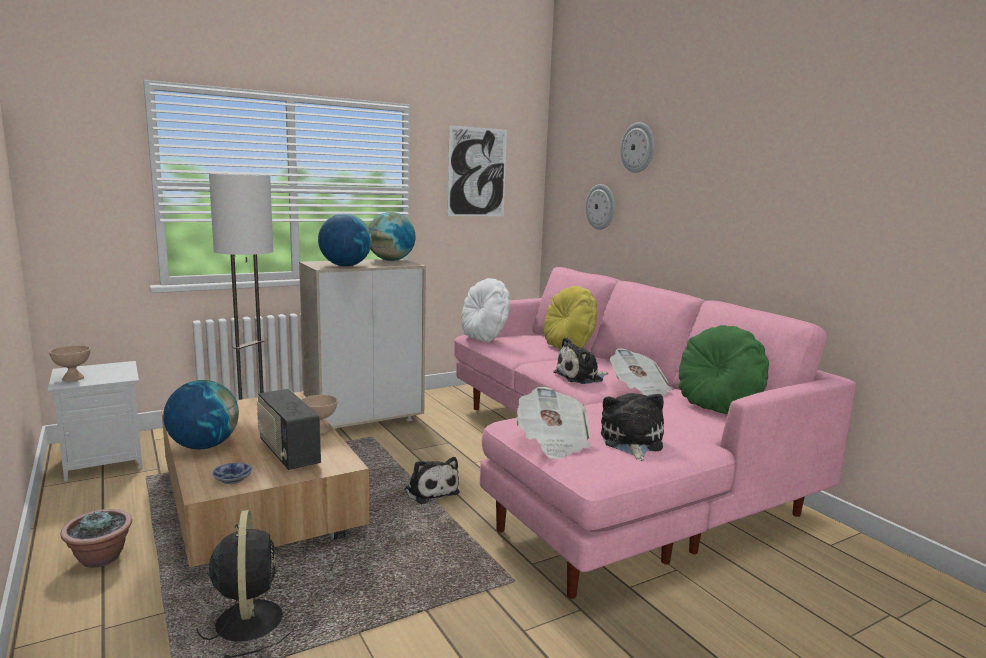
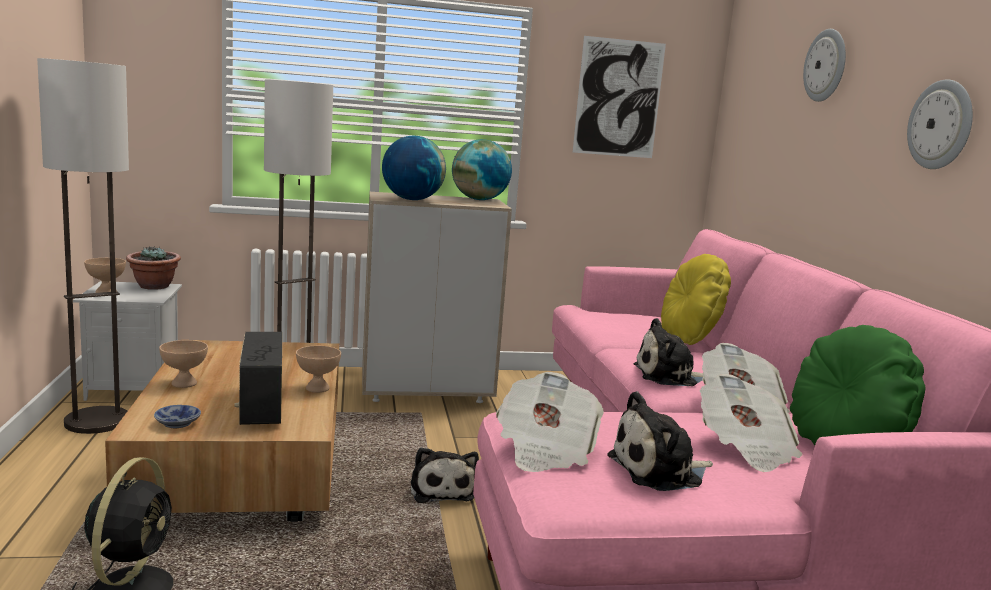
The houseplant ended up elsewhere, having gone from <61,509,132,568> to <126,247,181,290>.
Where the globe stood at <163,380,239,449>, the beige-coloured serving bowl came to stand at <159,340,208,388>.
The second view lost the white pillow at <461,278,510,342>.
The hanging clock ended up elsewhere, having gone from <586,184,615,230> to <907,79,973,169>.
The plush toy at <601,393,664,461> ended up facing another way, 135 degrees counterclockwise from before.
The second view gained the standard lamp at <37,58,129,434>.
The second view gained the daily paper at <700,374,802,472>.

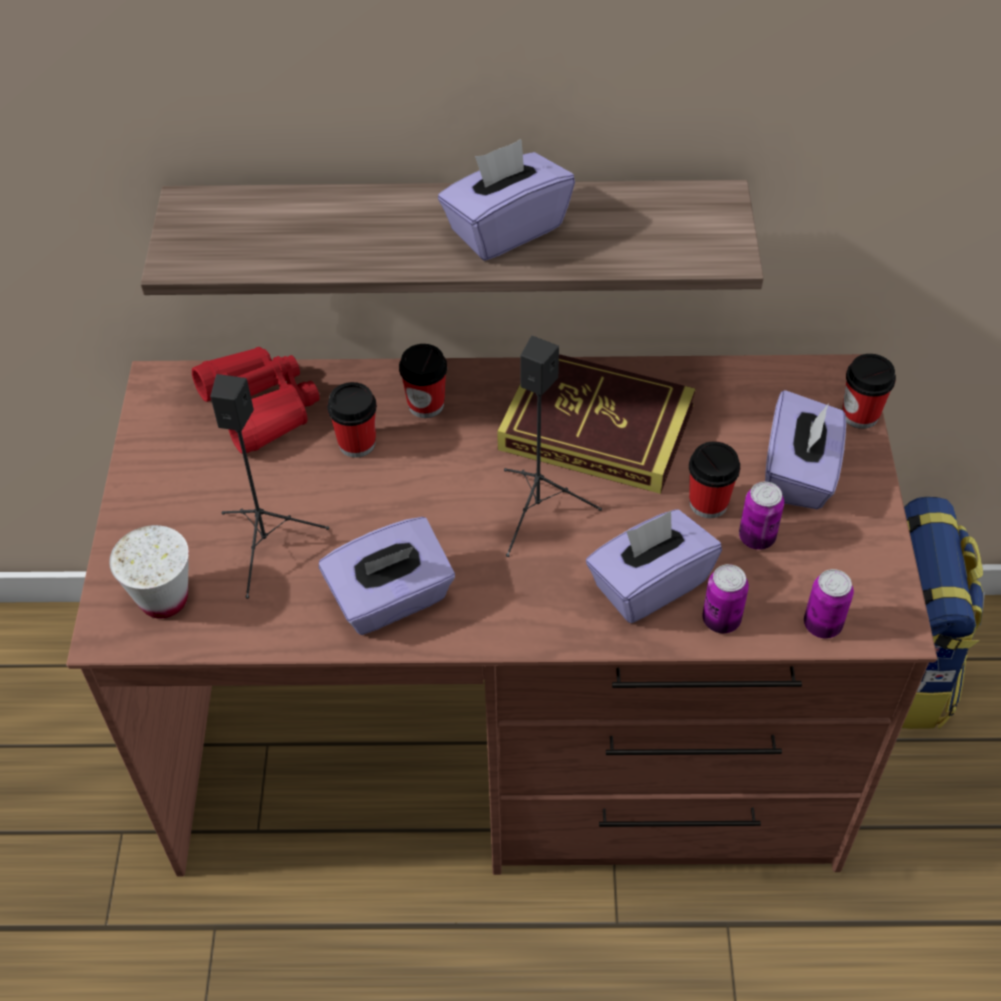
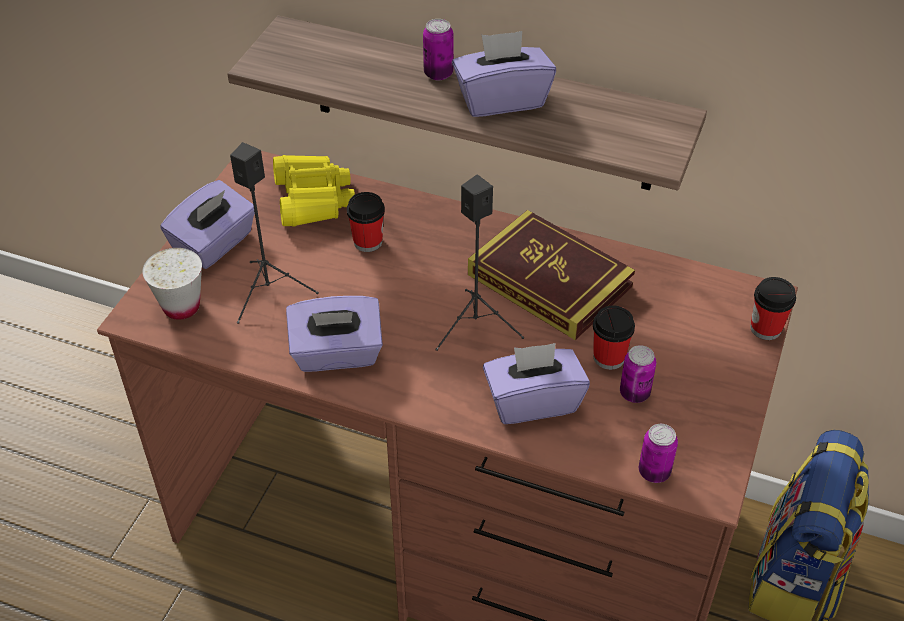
What was the reddish binoculars at <192,347,320,454> turned into the yellow-coloured binoculars at <273,155,355,227>.
The second view lost the drinking cup at <399,344,447,418>.
The can ended up elsewhere, having gone from <702,564,749,633> to <423,19,453,80>.
The purple-coloured box of tissues ended up elsewhere, having gone from <765,390,846,509> to <160,180,255,269>.

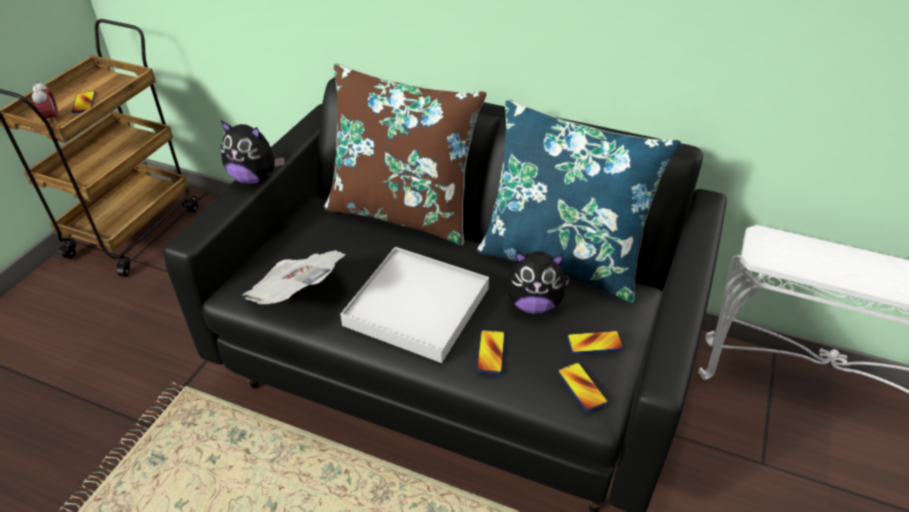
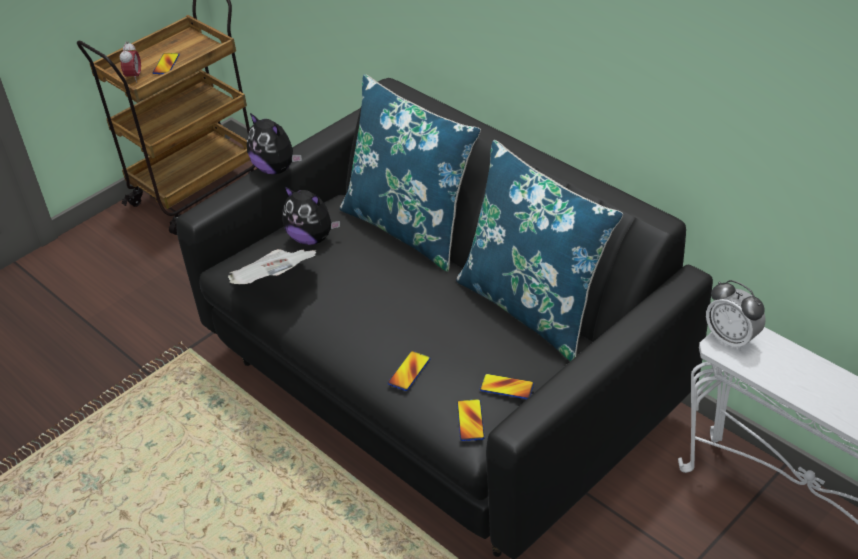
What was the brownish pillow at <324,63,487,246> turned into the bluish pillow at <340,74,481,272>.
The second view lost the white carrying tray at <340,247,489,363>.
The plush toy ended up elsewhere, having gone from <506,251,570,314> to <283,186,340,245>.
The second view gained the bedside clock at <706,280,766,352>.

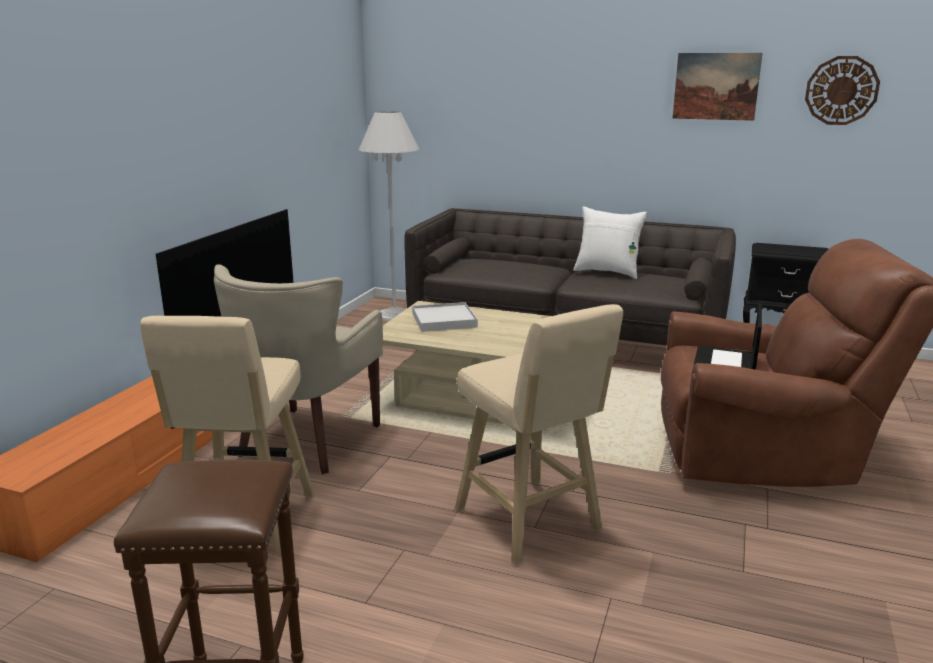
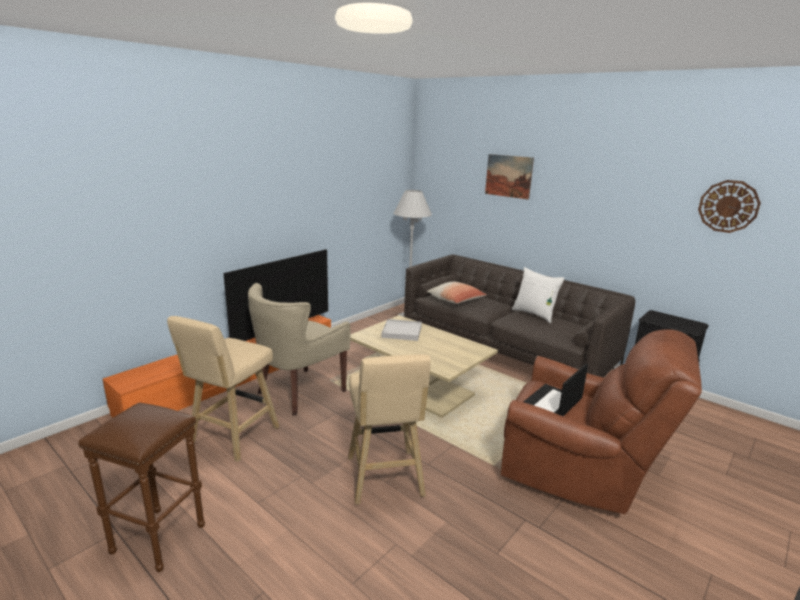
The wall art ended up elsewhere, having gone from <673,53,763,121> to <485,154,534,200>.
The second view gained the pillow at <427,282,487,304>.

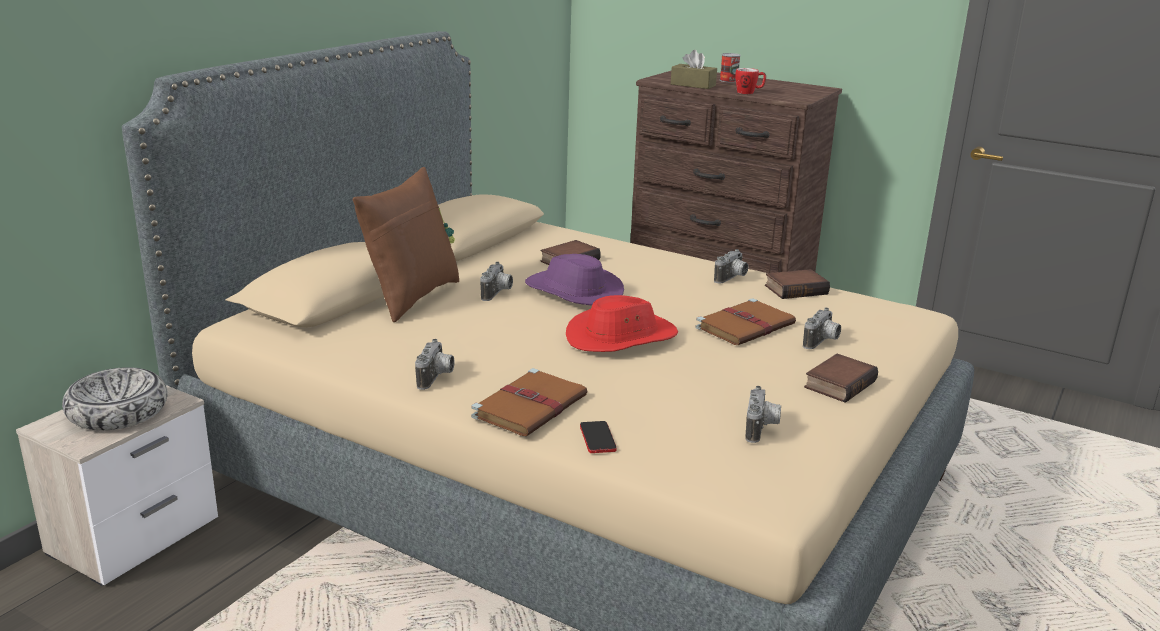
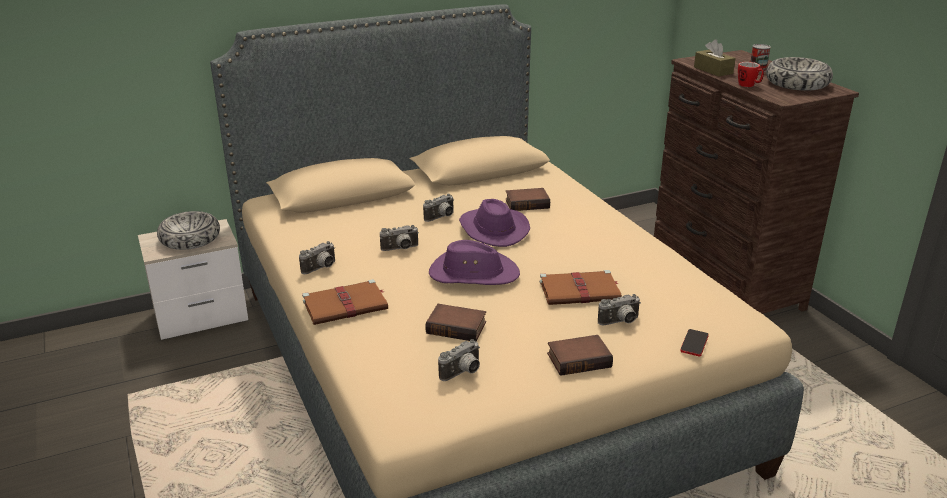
The second view lost the brownish pillow at <352,167,459,322>.
What was the reddish clothing hat at <566,295,678,352> turned into the purple-coloured clothing hat at <429,240,520,285>.
The handset ended up elsewhere, having gone from <580,421,617,453> to <680,329,709,357>.
The still camera ended up elsewhere, having gone from <714,249,748,284> to <380,225,419,251>.
The book ended up elsewhere, having gone from <765,269,830,299> to <425,304,486,341>.
The second view gained the serving bowl at <766,57,833,91>.

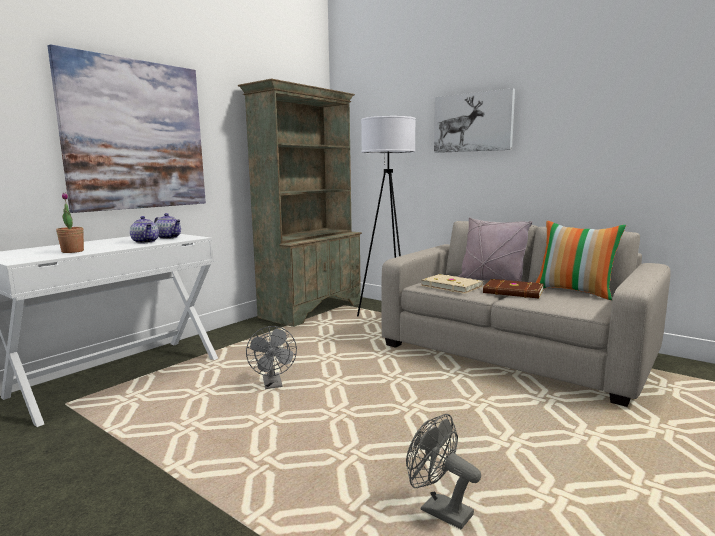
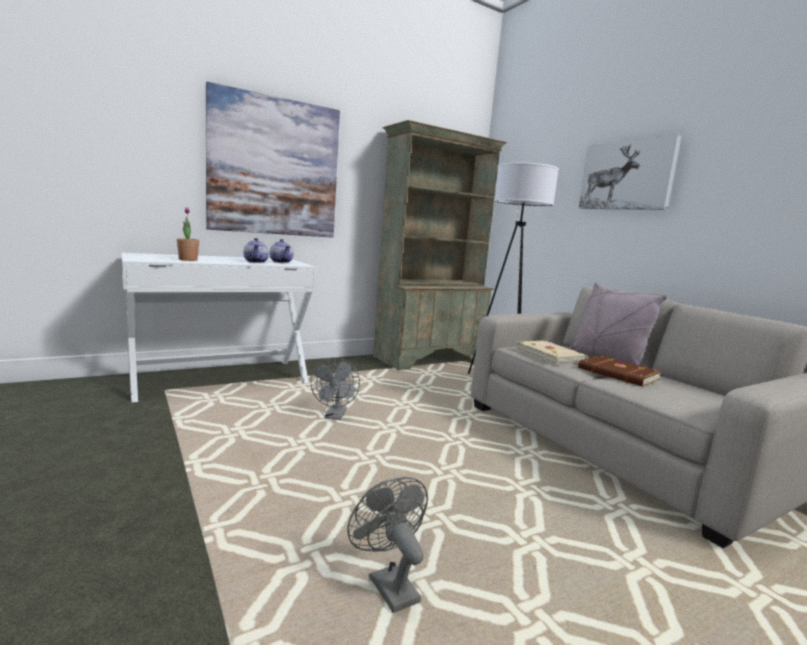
The second view lost the pillow at <535,221,626,300>.

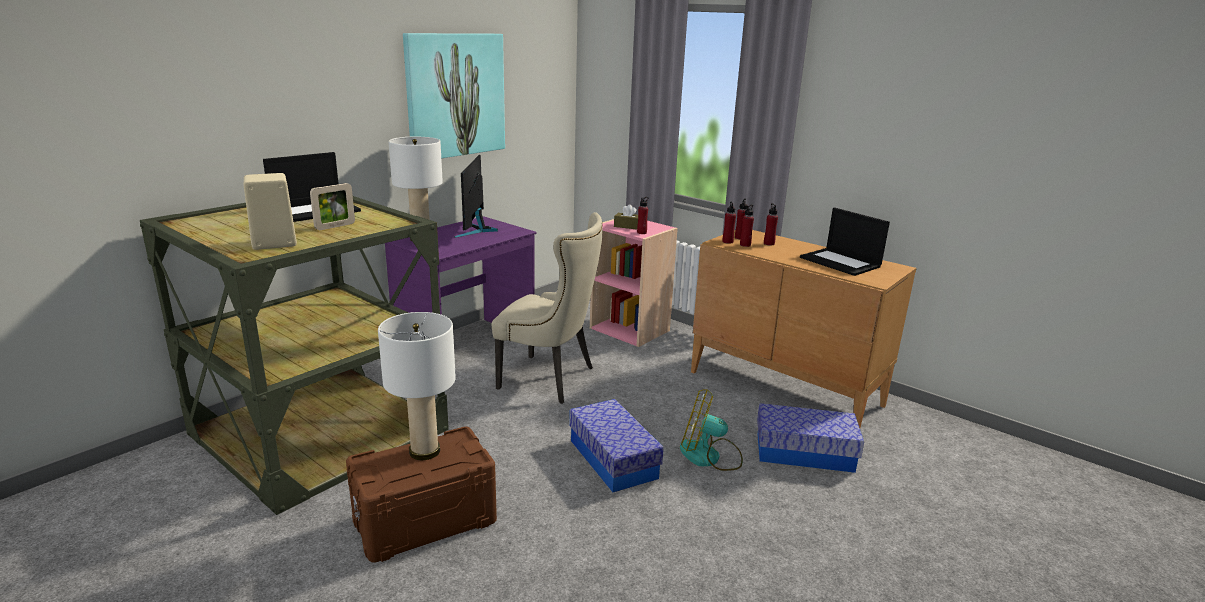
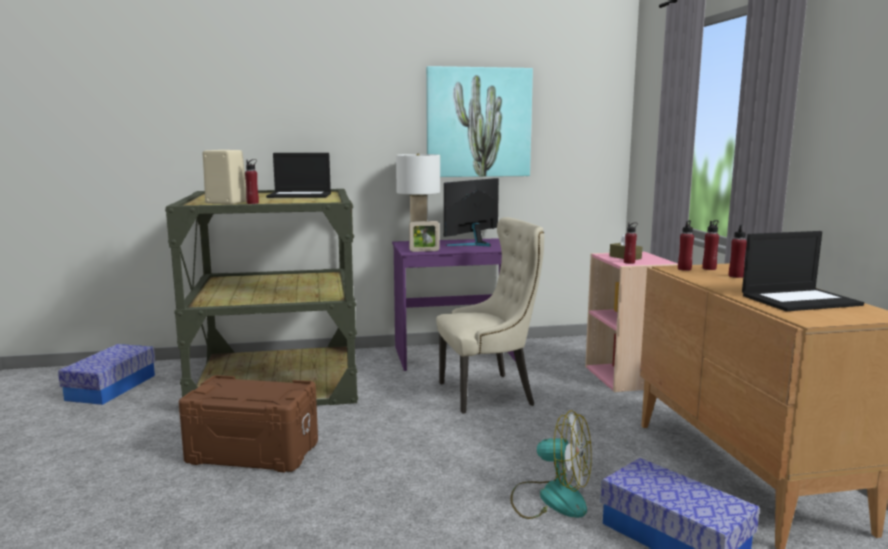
The picture frame ended up elsewhere, having gone from <310,183,355,230> to <409,221,439,252>.
The second view lost the white table lamp at <378,312,456,460>.
The beige-coloured upright chair at <491,212,602,404> ended up facing another way, 75 degrees counterclockwise from before.
The storage bin ended up elsewhere, having gone from <569,399,664,492> to <58,344,156,405>.
The cooling fan at <680,389,743,471> ended up facing another way, 150 degrees clockwise from before.
The reddish beverage bottle ended up elsewhere, having gone from <740,205,754,247> to <245,159,259,204>.
The laptop at <800,207,890,276> ended up facing another way, 105 degrees counterclockwise from before.

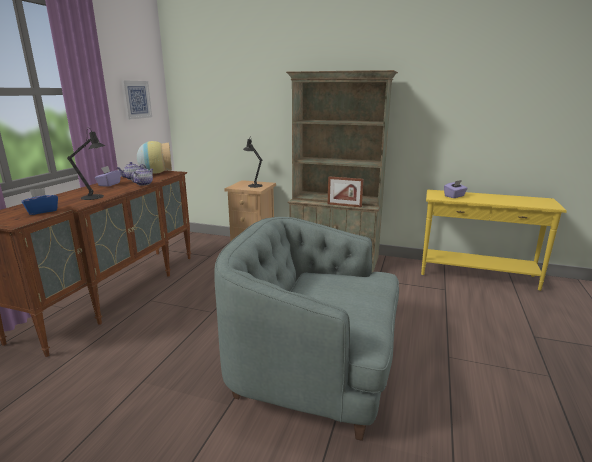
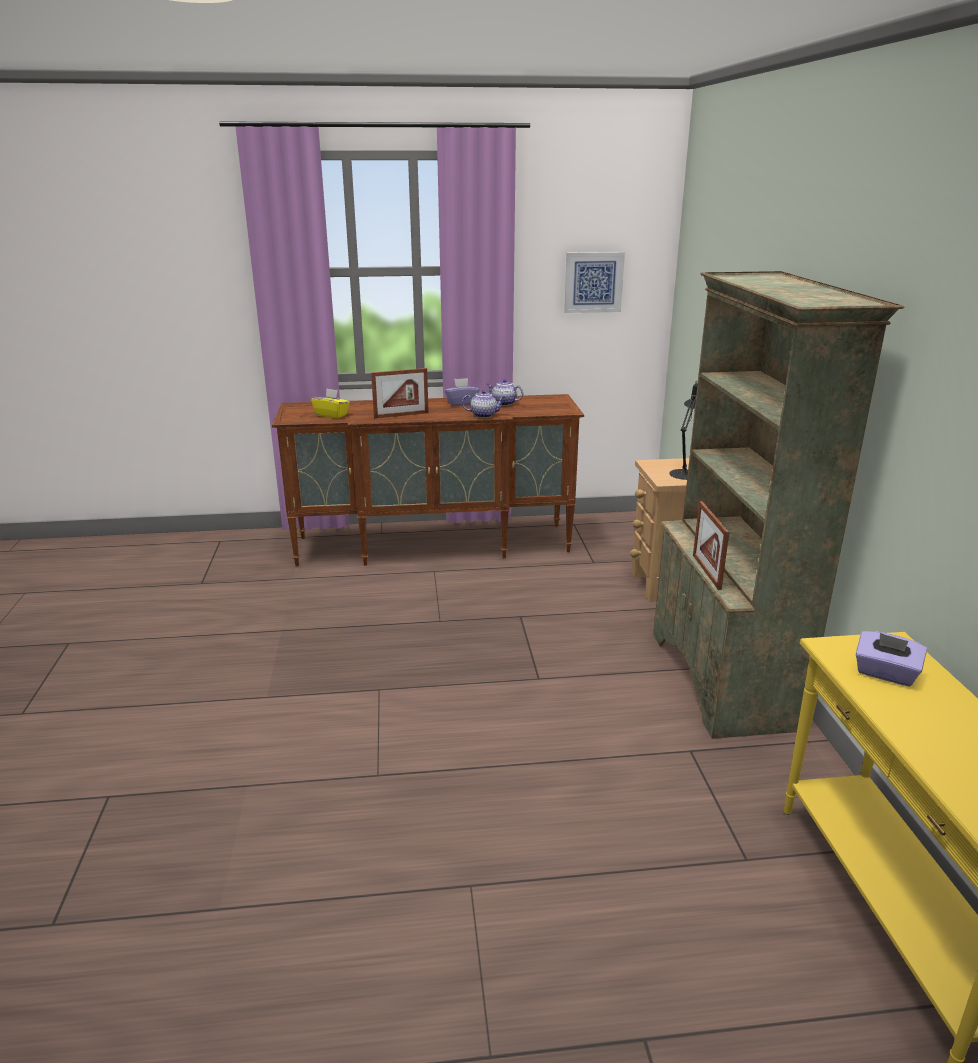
What was the bluish box of tissues at <21,188,58,215> turned into the yellow-coloured box of tissues at <311,388,350,418>.
Where the blackish table lamp stood at <67,128,106,200>, the picture frame came to stand at <371,368,429,418>.
The second view lost the vase at <137,141,172,174>.
The second view lost the gray armchair at <214,217,399,441>.

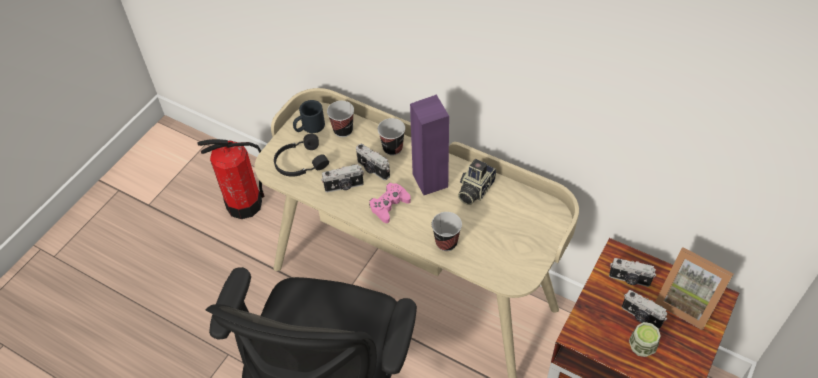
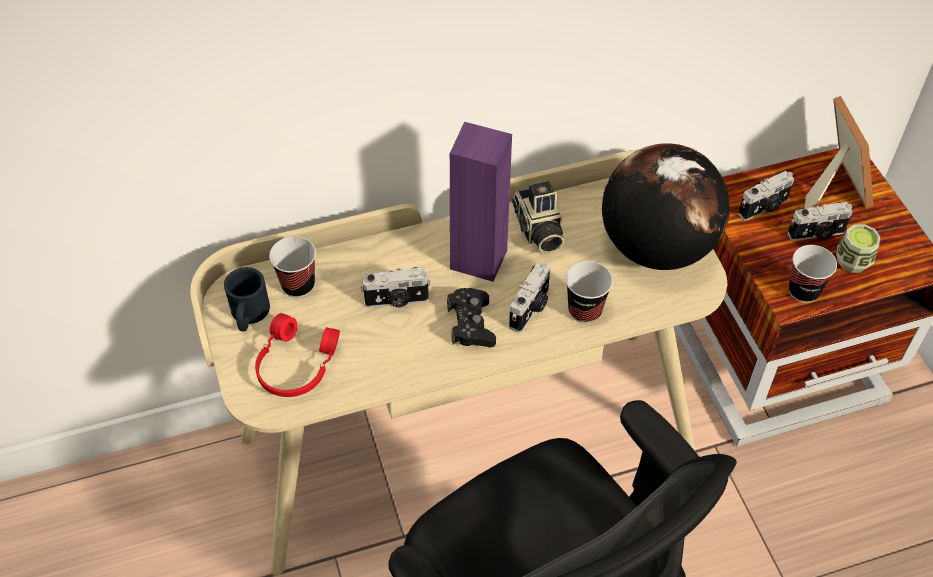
The second view lost the extinguisher at <197,139,264,219>.
What was the blackish headphones at <274,134,329,177> turned into the reddish headphones at <255,313,340,397>.
The still camera ended up elsewhere, having gone from <321,164,364,192> to <509,262,551,333>.
What was the pink joypad at <369,183,411,223> turned into the blackish joypad at <447,288,496,347>.
The drinking cup ended up elsewhere, having gone from <378,118,405,155> to <789,245,837,303>.
The picture frame at <655,247,733,330> ended up facing another way, 90 degrees counterclockwise from before.
The second view gained the globe at <602,143,730,270>.

